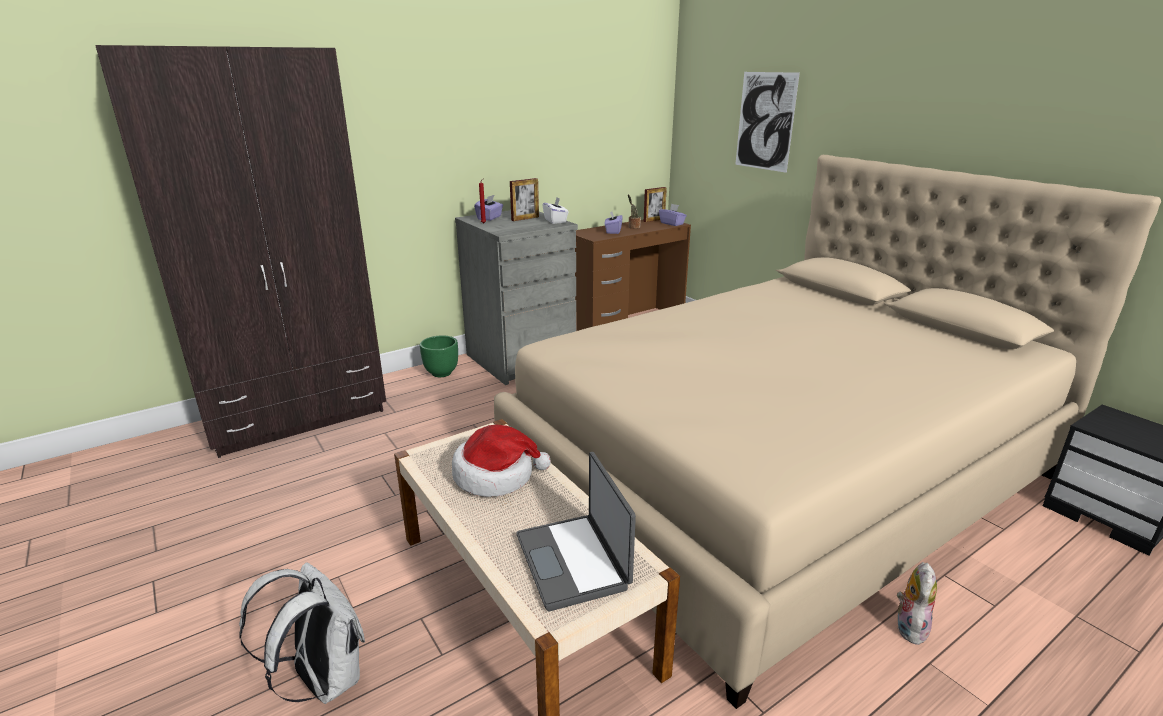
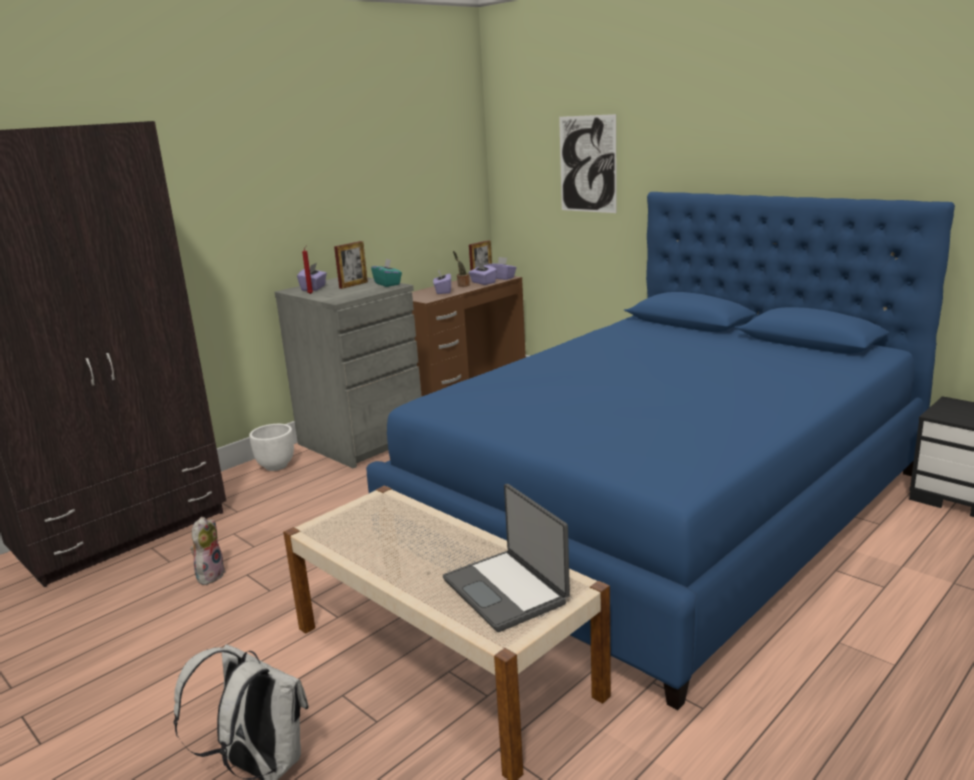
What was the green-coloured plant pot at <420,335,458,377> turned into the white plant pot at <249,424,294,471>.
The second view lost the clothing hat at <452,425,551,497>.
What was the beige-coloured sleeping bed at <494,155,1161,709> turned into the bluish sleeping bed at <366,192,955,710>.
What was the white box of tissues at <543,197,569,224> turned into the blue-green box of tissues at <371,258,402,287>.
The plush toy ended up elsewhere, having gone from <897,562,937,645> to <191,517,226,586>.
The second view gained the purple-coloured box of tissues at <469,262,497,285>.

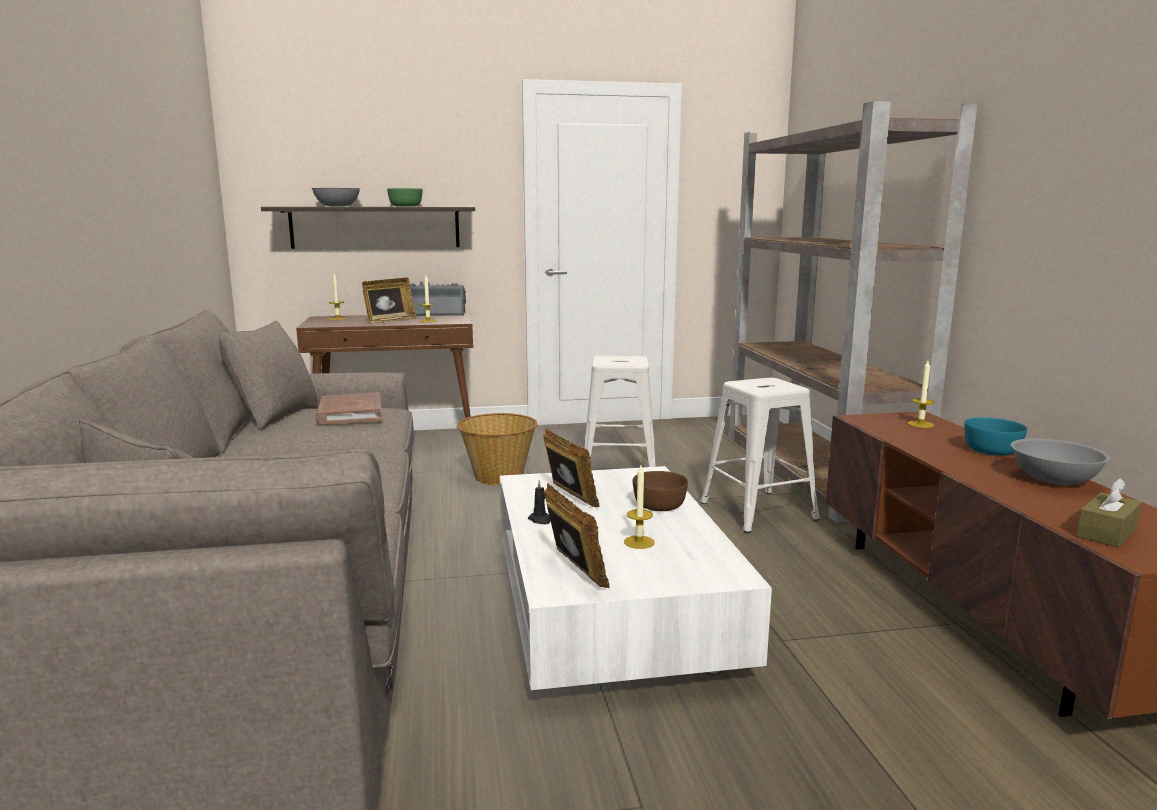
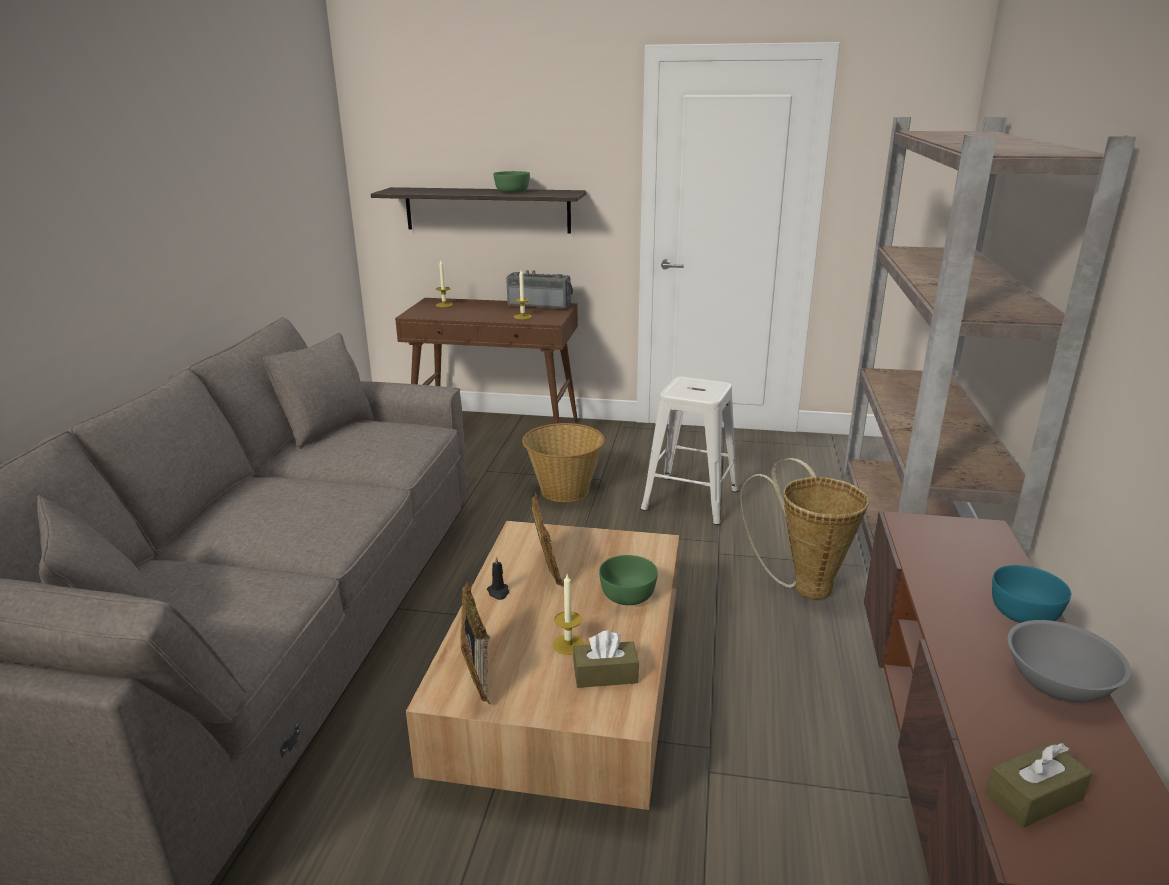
The second view lost the gray serving bowl at <311,188,360,206>.
The second view lost the brownish book at <315,392,382,425>.
The second view lost the picture frame at <362,278,416,324>.
What was the white lounge table at <500,466,772,690> turned into the brownish lounge table at <406,521,679,810>.
What was the brownish serving bowl at <633,471,688,511> turned into the green-coloured serving bowl at <599,555,658,605>.
Where the white sitting stool stood at <700,378,820,533>, the storage basket came to stand at <741,458,869,600>.
The second view lost the wax candle at <908,361,935,428>.
The second view gained the brownish box of tissues at <573,630,639,688>.

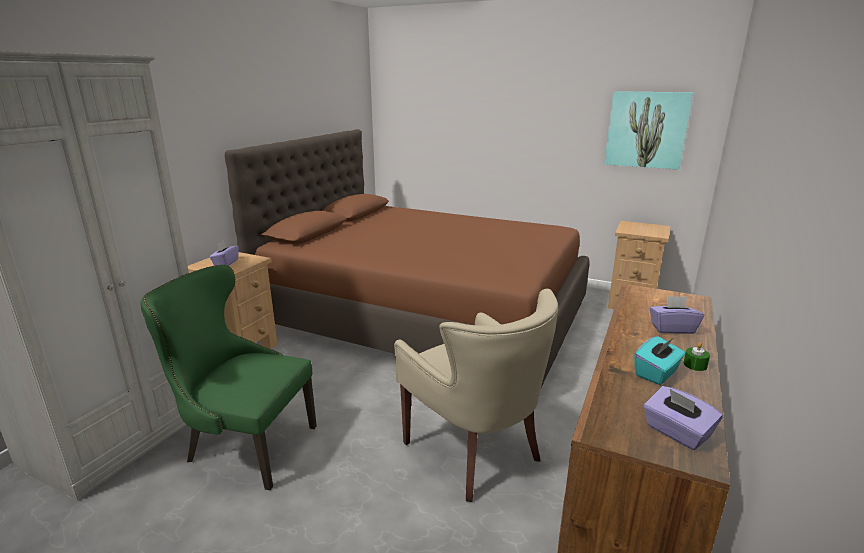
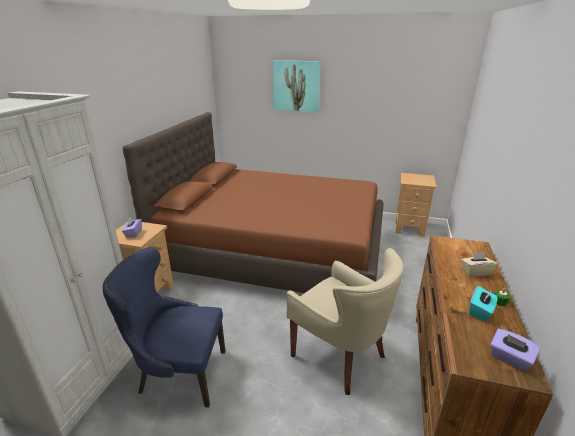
What was the green-coloured upright chair at <141,265,317,490> turned into the bluish upright chair at <103,247,225,407>.
The wall art ended up elsewhere, having gone from <604,91,693,169> to <273,60,321,112>.
What was the purple-coloured box of tissues at <649,296,704,334> turned into the beige-coloured box of tissues at <461,252,497,277>.

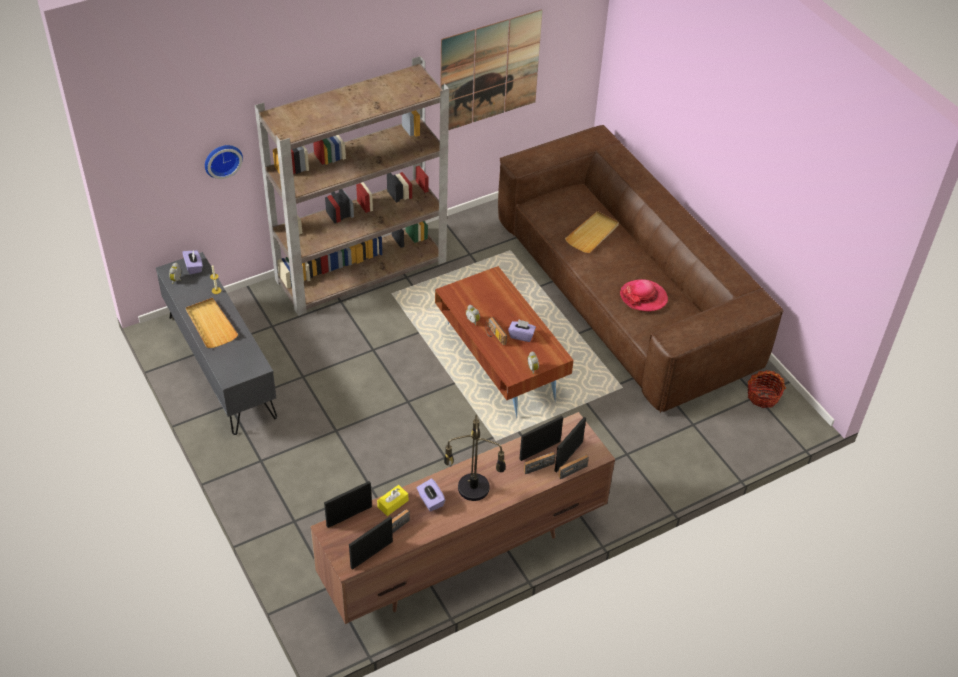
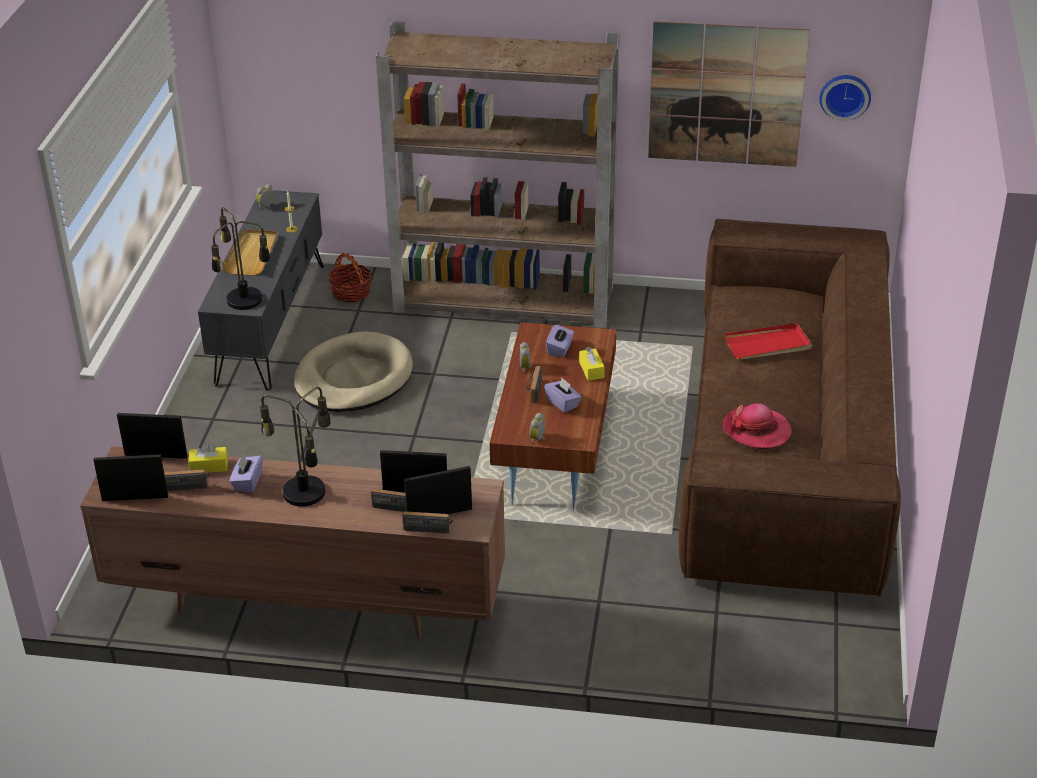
The purple-coloured box of tissues ended up elsewhere, having gone from <183,249,203,275> to <546,324,574,357>.
The hanging clock ended up elsewhere, having gone from <205,145,243,179> to <819,75,871,121>.
What was the beige-coloured carrying tray at <565,211,619,253> turned into the reddish carrying tray at <724,323,812,360>.
The storage basket ended up elsewhere, having gone from <747,370,786,408> to <329,252,372,302>.
The second view gained the table lamp at <211,207,270,310>.
The second view gained the beige-coloured pet bed at <294,331,413,412>.
The second view gained the yellow-coloured box of tissues at <579,347,605,381>.

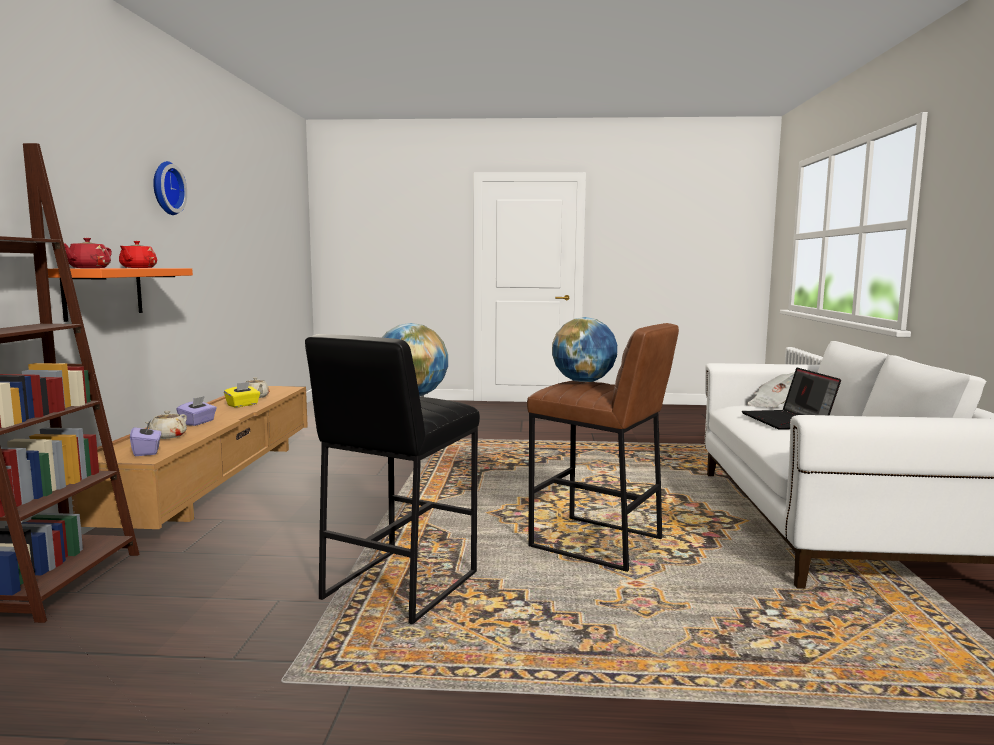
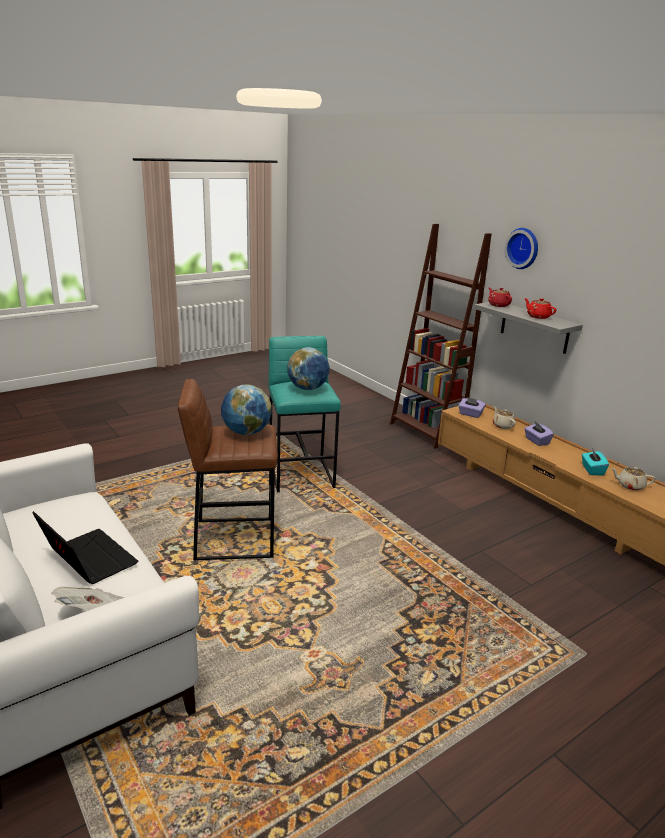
What was the orangey shelf at <48,268,193,322> turned into the gray shelf at <474,302,583,354>.
The hanging clock ended up elsewhere, having gone from <153,161,187,215> to <504,228,538,269>.
What was the yellow-coloured box of tissues at <224,382,260,408> turned into the blue-green box of tissues at <582,448,609,476>.
What was the blackish sitting stool at <305,334,480,624> turned into the blue-green sitting stool at <268,336,341,492>.

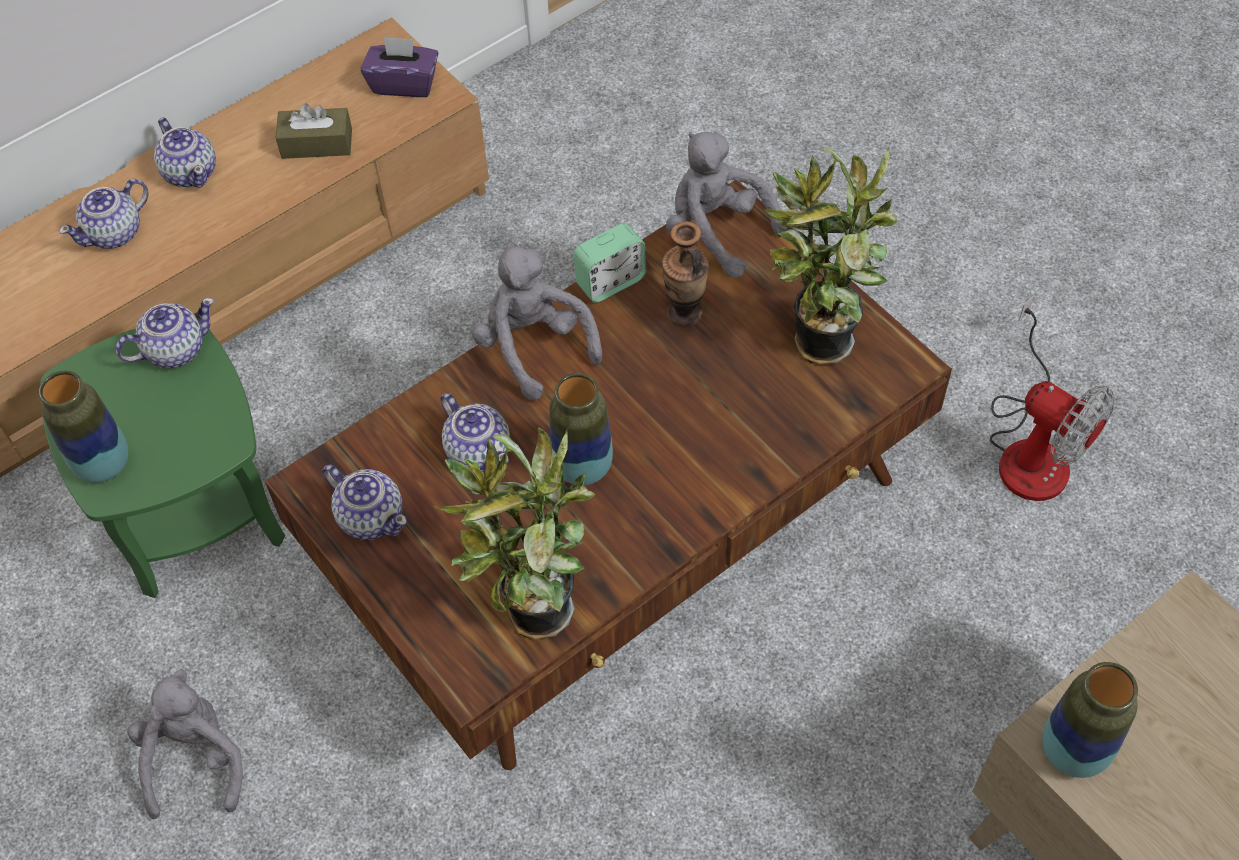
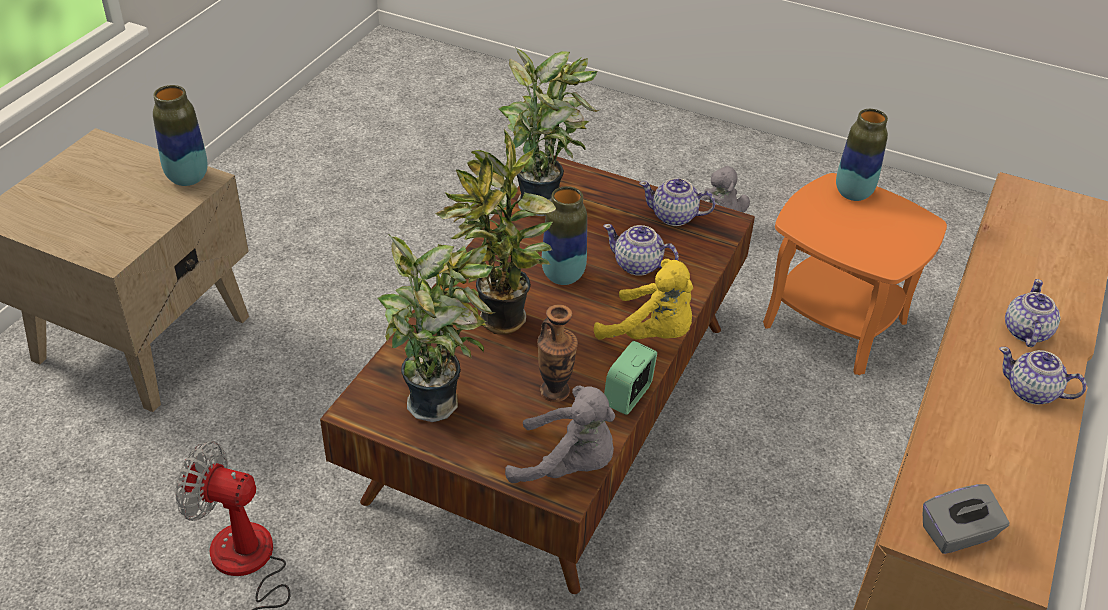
What was the green-coloured side table at <40,329,285,598> turned into the orangey side table at <763,173,947,375>.
The second view lost the pot for tea at <116,298,214,368>.
The second view lost the brownish box of tissues at <276,103,352,159>.
What was the purple-coloured box of tissues at <361,36,438,97> turned into the gray box of tissues at <923,484,1010,554>.
What was the gray plush toy at <472,243,602,401> turned into the yellow-coloured plush toy at <594,259,693,340>.
The second view gained the houseplant at <435,129,556,334>.

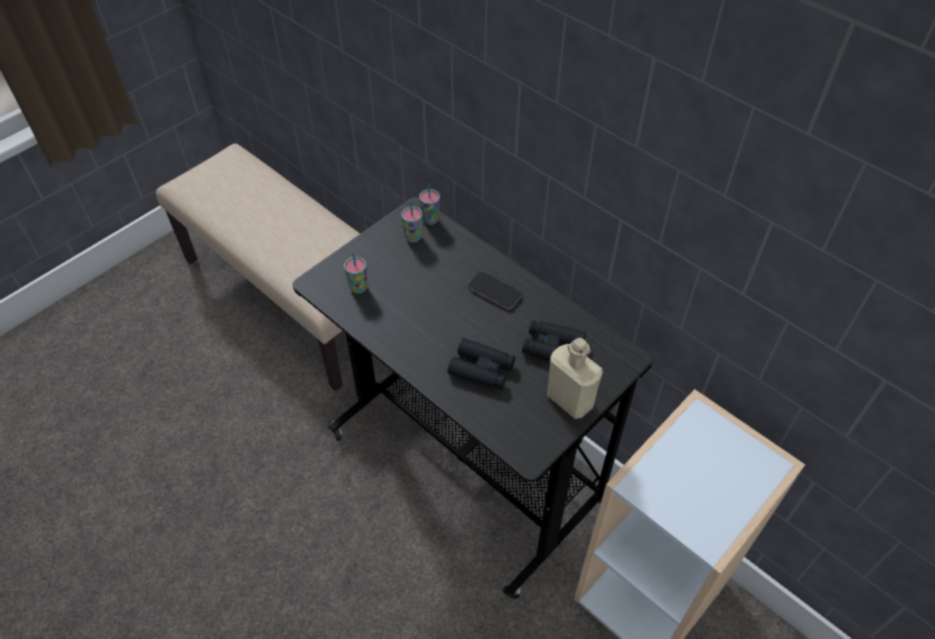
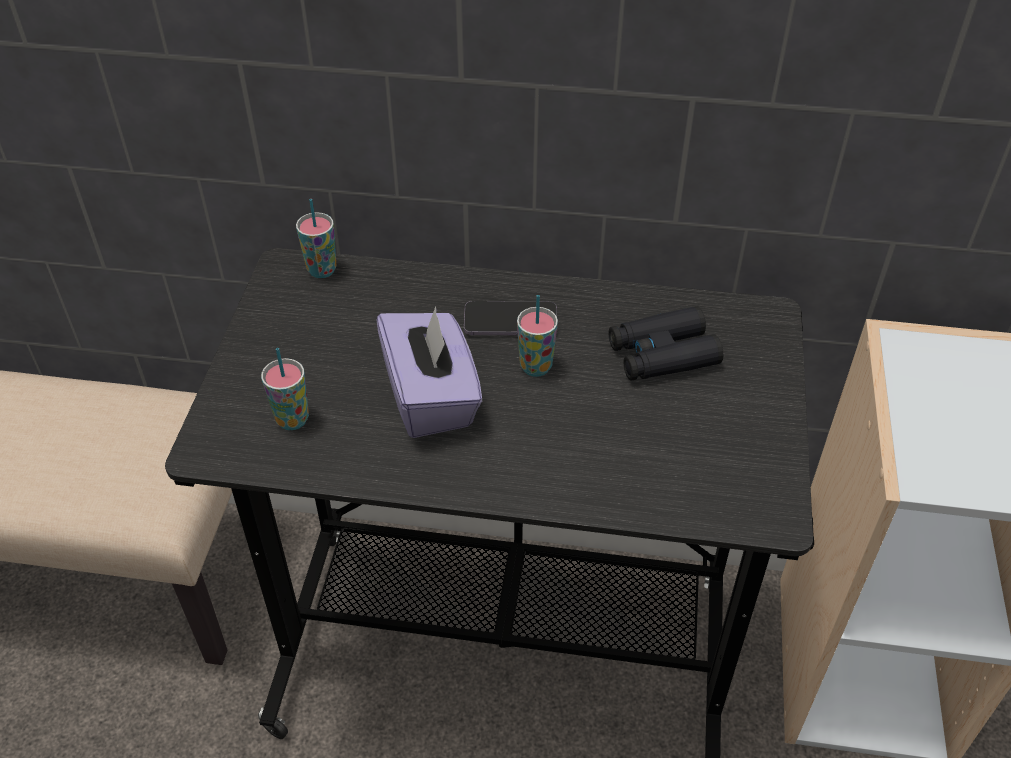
The drinking cup ended up elsewhere, having gone from <401,201,422,243> to <517,295,558,377>.
The second view lost the blackish binoculars at <448,338,515,390>.
The second view lost the beige-coloured beverage bottle at <547,338,603,419>.
The second view gained the purple-coloured box of tissues at <376,306,482,438>.

